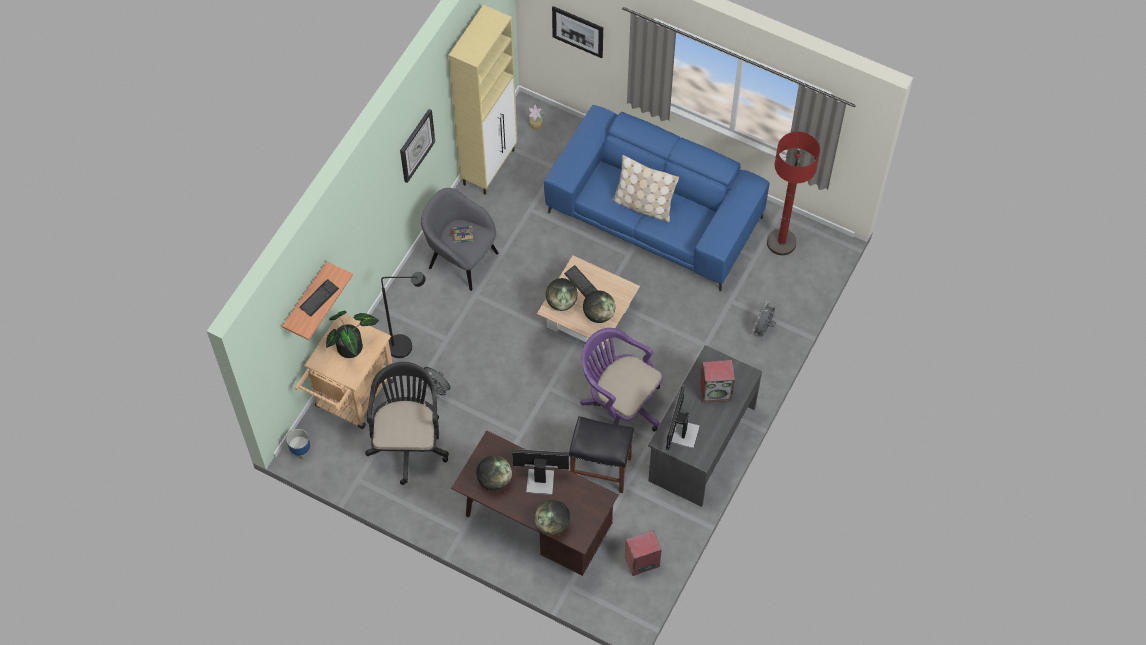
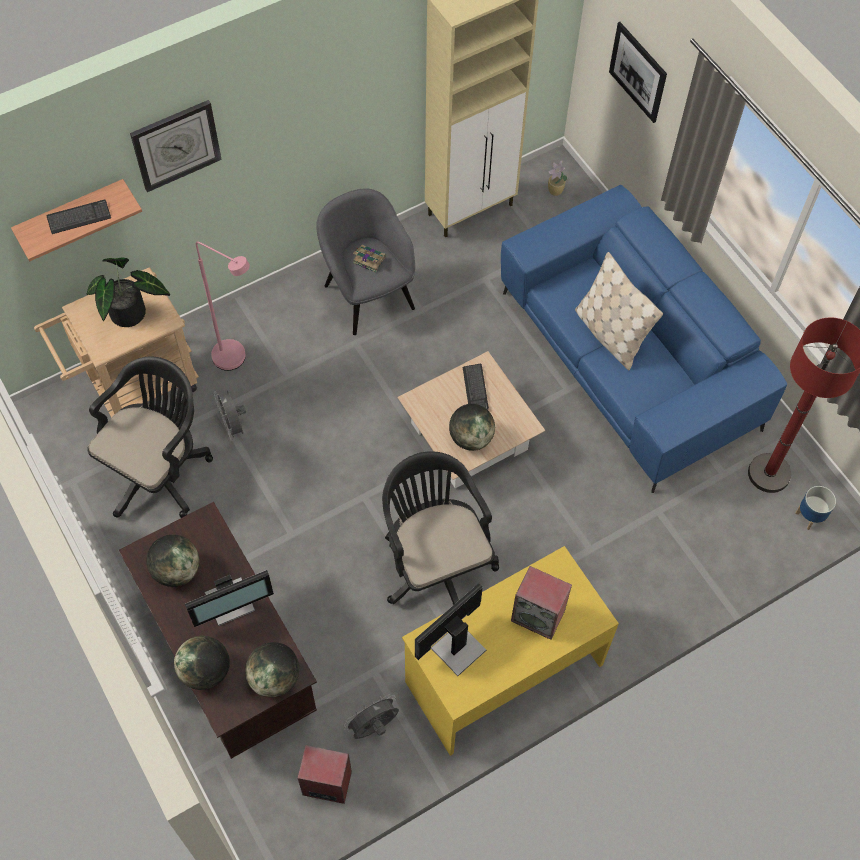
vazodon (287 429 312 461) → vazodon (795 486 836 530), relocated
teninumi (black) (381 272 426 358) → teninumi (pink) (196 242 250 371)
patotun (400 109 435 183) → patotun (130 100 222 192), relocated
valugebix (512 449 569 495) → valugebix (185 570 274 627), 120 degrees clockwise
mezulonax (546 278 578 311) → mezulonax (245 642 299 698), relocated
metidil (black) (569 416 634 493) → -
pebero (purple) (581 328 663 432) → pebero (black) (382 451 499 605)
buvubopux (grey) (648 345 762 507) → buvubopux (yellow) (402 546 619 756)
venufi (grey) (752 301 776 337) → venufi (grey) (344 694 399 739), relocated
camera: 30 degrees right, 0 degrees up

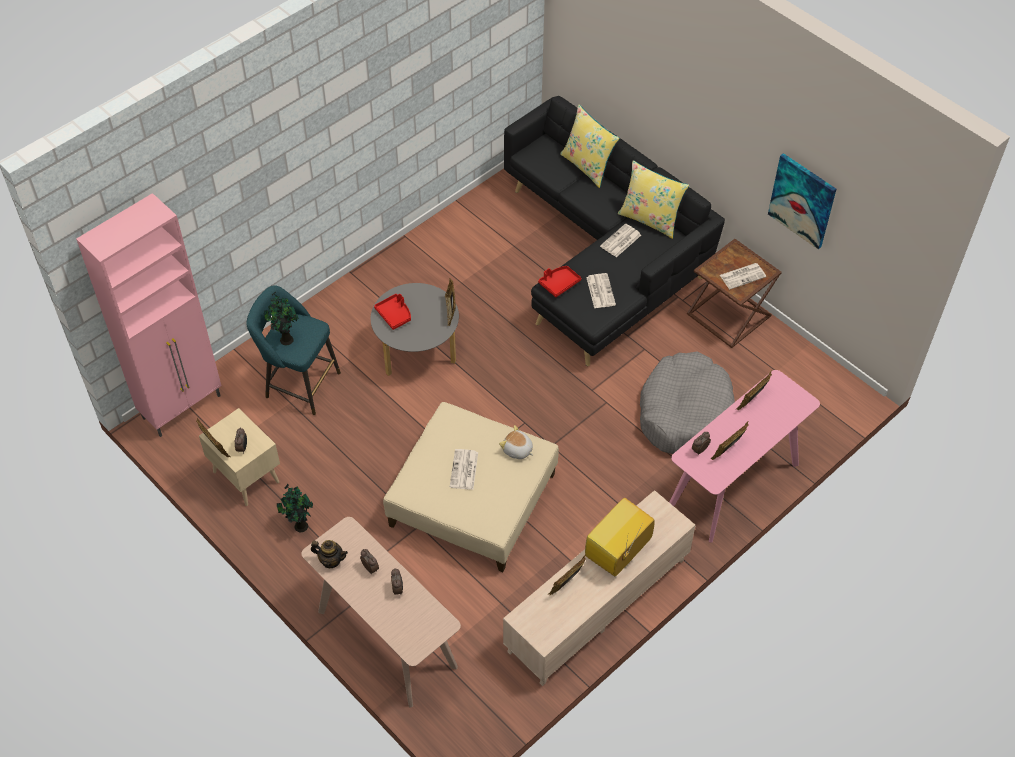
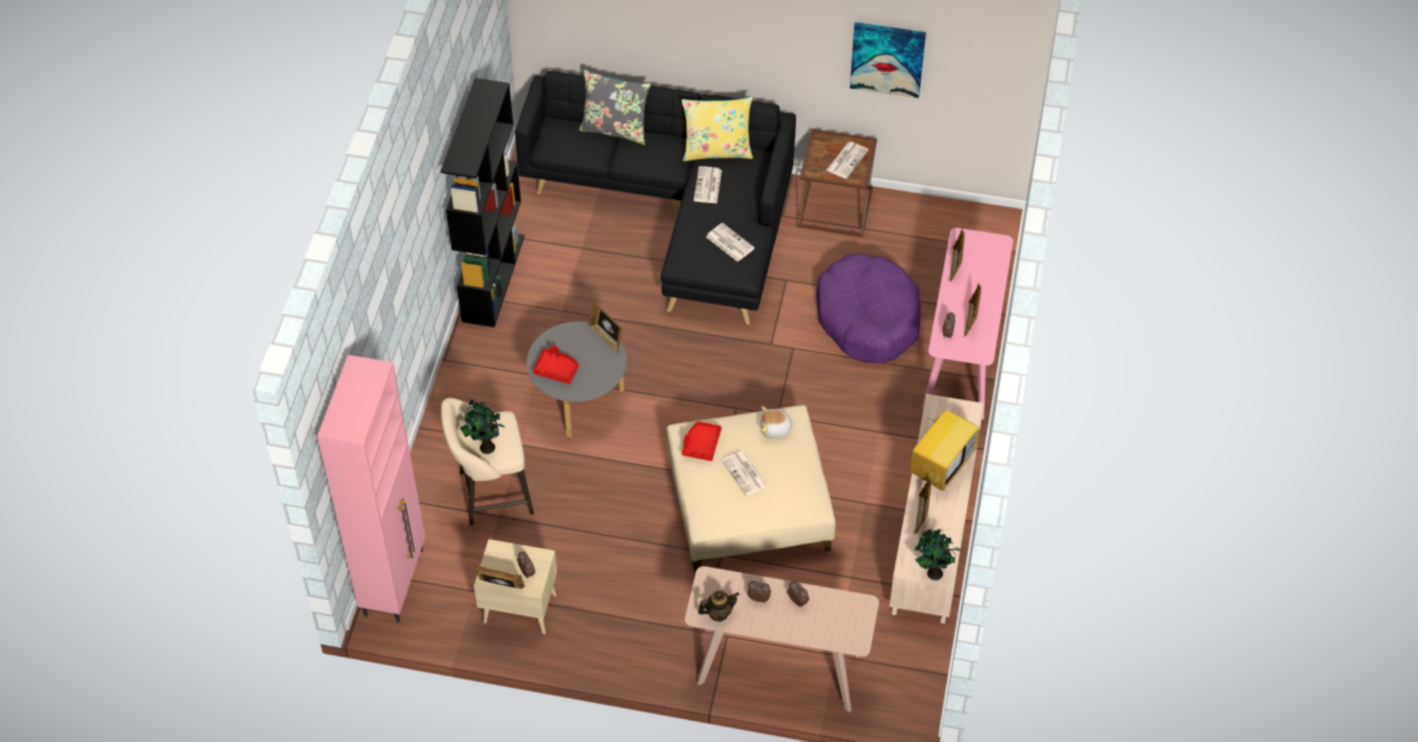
metidil (turquoise) (246 285 341 415) → metidil (beige) (441 398 534 526)
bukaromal (276 484 313 532) → bukaromal (915 529 962 580), relocated
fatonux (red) (538 266 581 297) → fatonux (red) (682 421 722 461), relocated
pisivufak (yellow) (560 104 620 188) → pisivufak (grey) (579 69 651 145)
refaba (585 498 655 577) → refaba (910 392 979 491), 150 degrees counterclockwise
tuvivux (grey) (640 351 735 454) → tuvivux (purple) (816 254 921 363)
- → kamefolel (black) (441 78 525 327)
camera: 35 degrees left, 0 degrees up

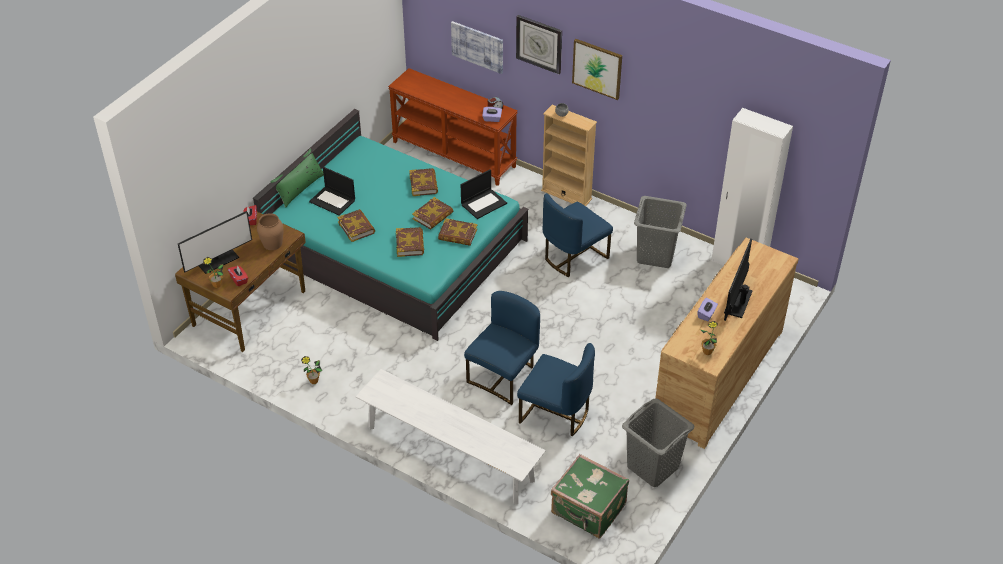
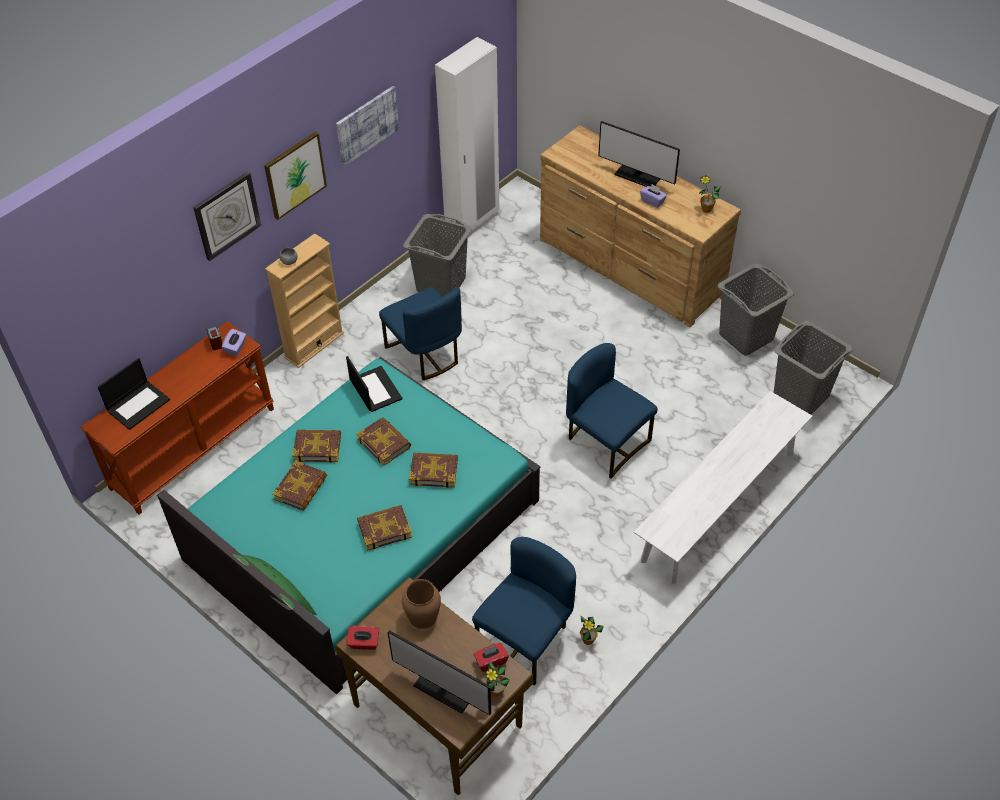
valugebix (178 211 252 274) → valugebix (388 630 491 715), 150 degrees clockwise
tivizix (309 167 355 216) → tivizix (98 358 170 430), relocated
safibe (438 218 477 246) → safibe (273 461 327 511), relocated
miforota (451 21 503 74) → miforota (336 86 399 167), relocated
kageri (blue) (517 343 595 436) → kageri (blue) (472 537 576 686), relocated
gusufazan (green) (551 454 629 539) → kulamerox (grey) (774 321 853 415)
camera: 80 degrees left, 5 degrees up

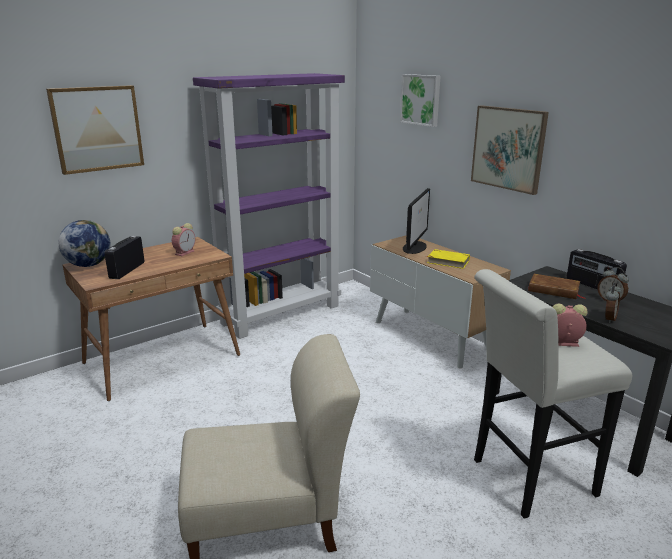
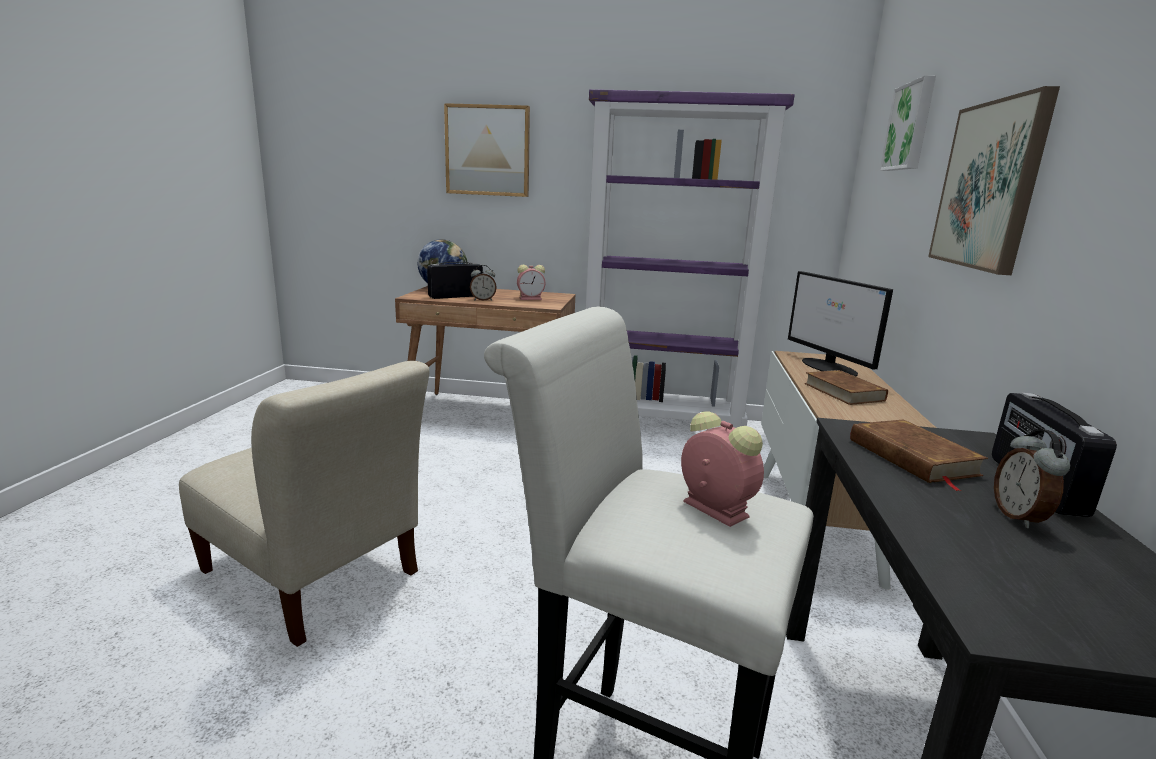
valugebix (403 188 430 254) → valugebix (788 271 893 376), 90 degrees clockwise
safibe (yellow) (426 249 470 269) → safibe (brown) (804 370 888 405)
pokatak (605 283 622 323) → pokatak (470 265 497 301), relocated
camera: 45 degrees right, 5 degrees down

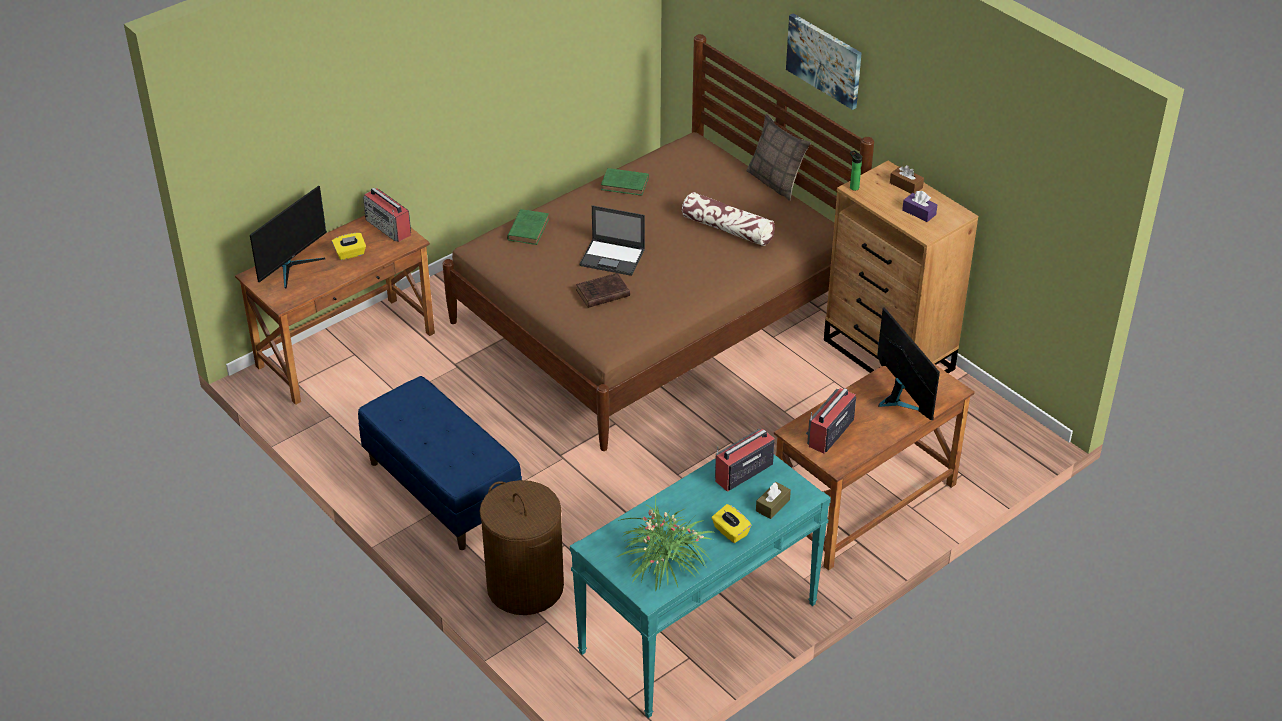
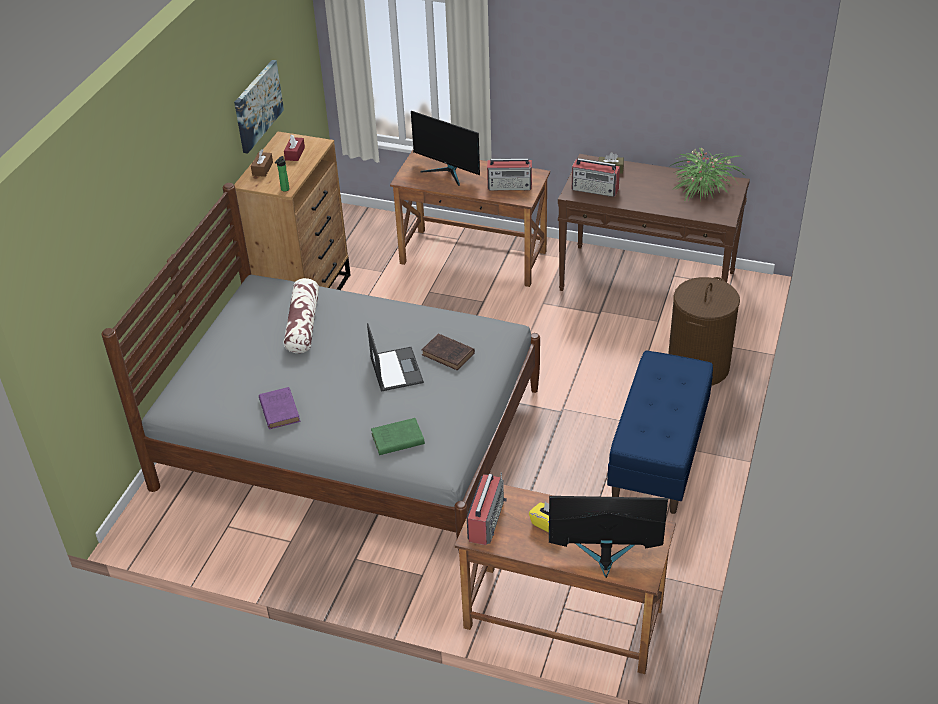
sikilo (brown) (443 34 874 451) → sikilo (grey) (101 183 540 550)
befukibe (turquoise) (570 455 831 718) → befukibe (brown) (558 154 750 291)
safibe (green) (601 168 649 196) → safibe (purple) (259 387 300 429)
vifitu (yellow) (712 504 751 543) → -
pisivufak (746 114 811 201) → -
miforota (786 13 862 110) → miforota (234 60 284 154), relocated
valugebix (877 307 940 420) → valugebix (411 111 480 186), 90 degrees counterclockwise
vifitu (purple) (902 191 937 222) → vifitu (red) (284 135 305 161)
camera: 120 degrees left, 0 degrees up

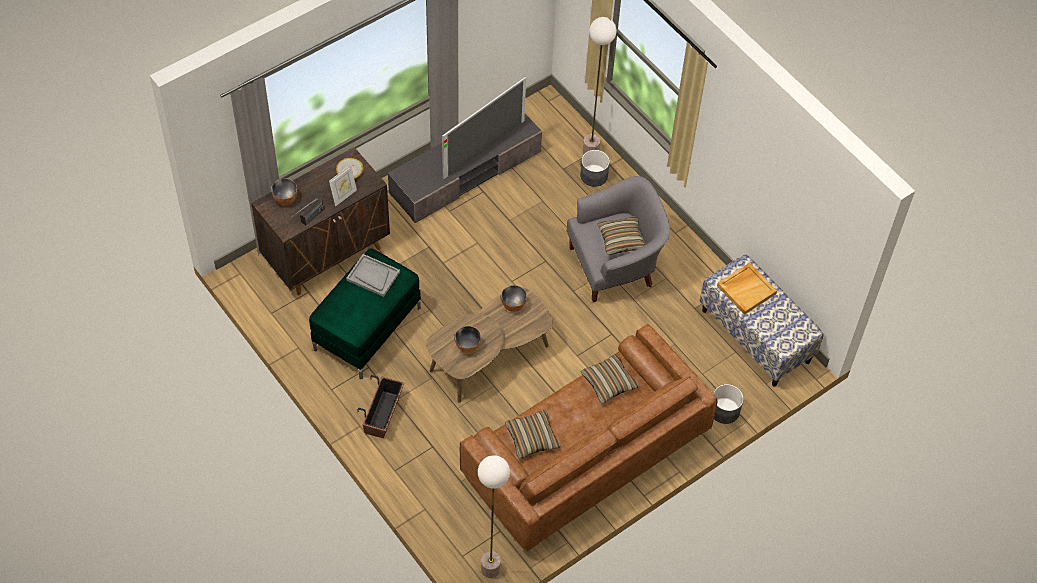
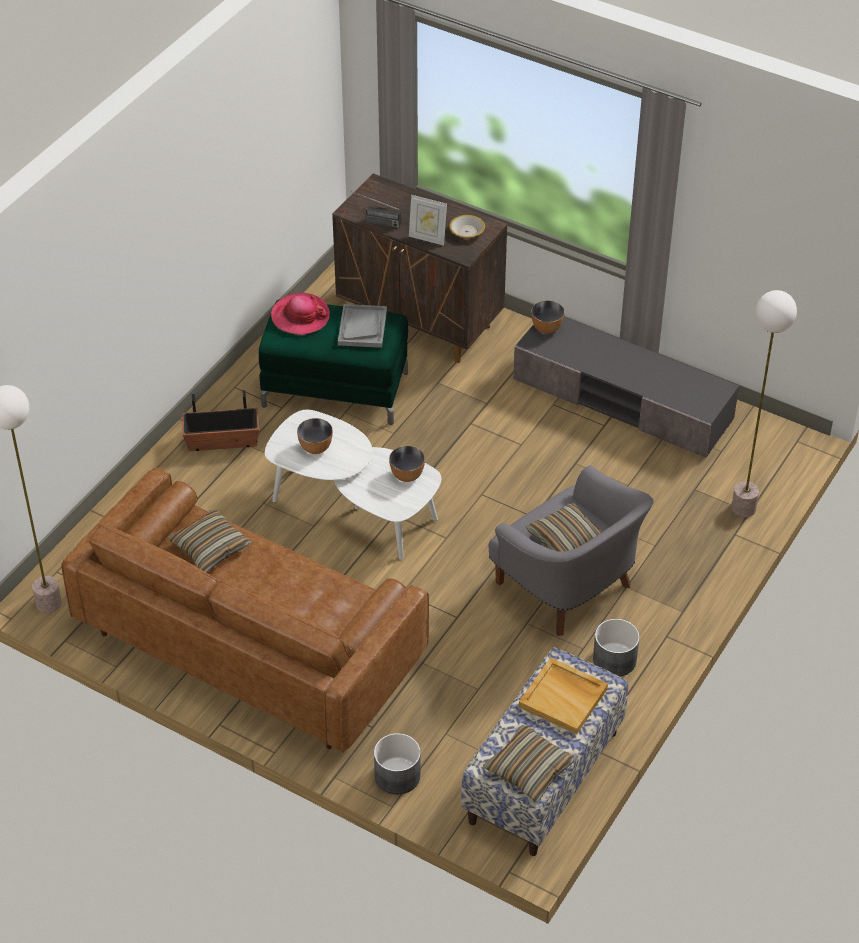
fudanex (271 179 297 205) → fudanex (531 300 564 334), relocated
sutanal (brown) (426 287 553 403) → sutanal (white) (265 410 441 559)
refaba (442 77 526 179) → -
vazodon (grey) (580 150 610 187) → vazodon (grey) (593 619 640 677), relocated
pisivufak (581 354 639 404) → pisivufak (483 725 576 802), relocated
- → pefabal (271 293 330 335)
camera: 70 degrees right, 10 degrees down

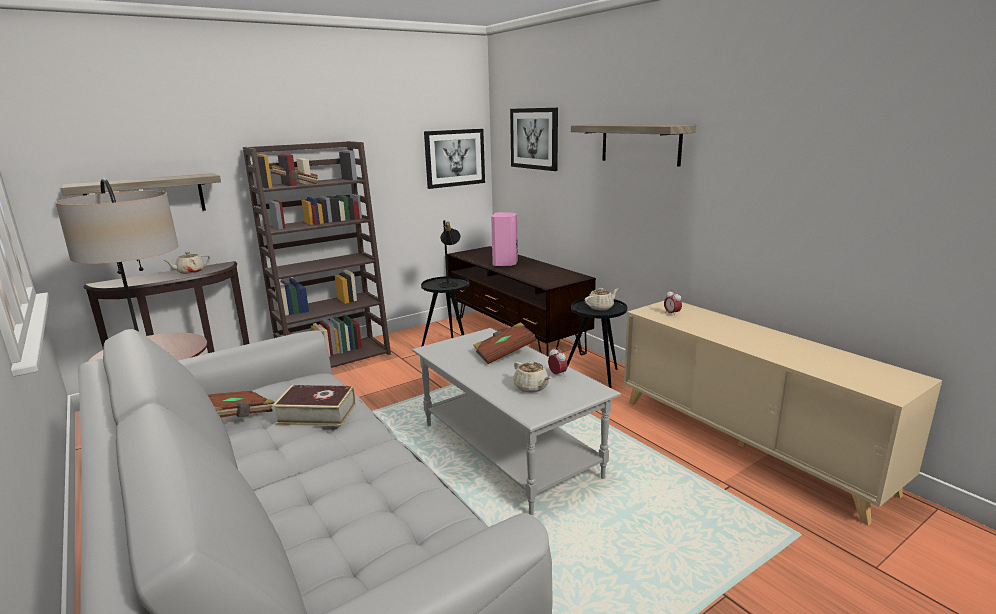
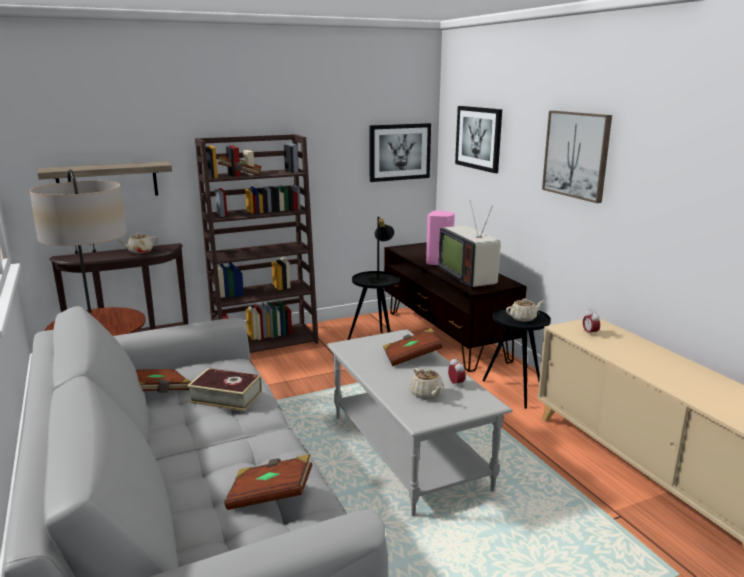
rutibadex (571 124 696 167) → miforota (542 111 612 203)
- → safibe (brown) (224 454 312 510)
- → refaba (439 202 501 290)
camera: 10 degrees right, 0 degrees up

